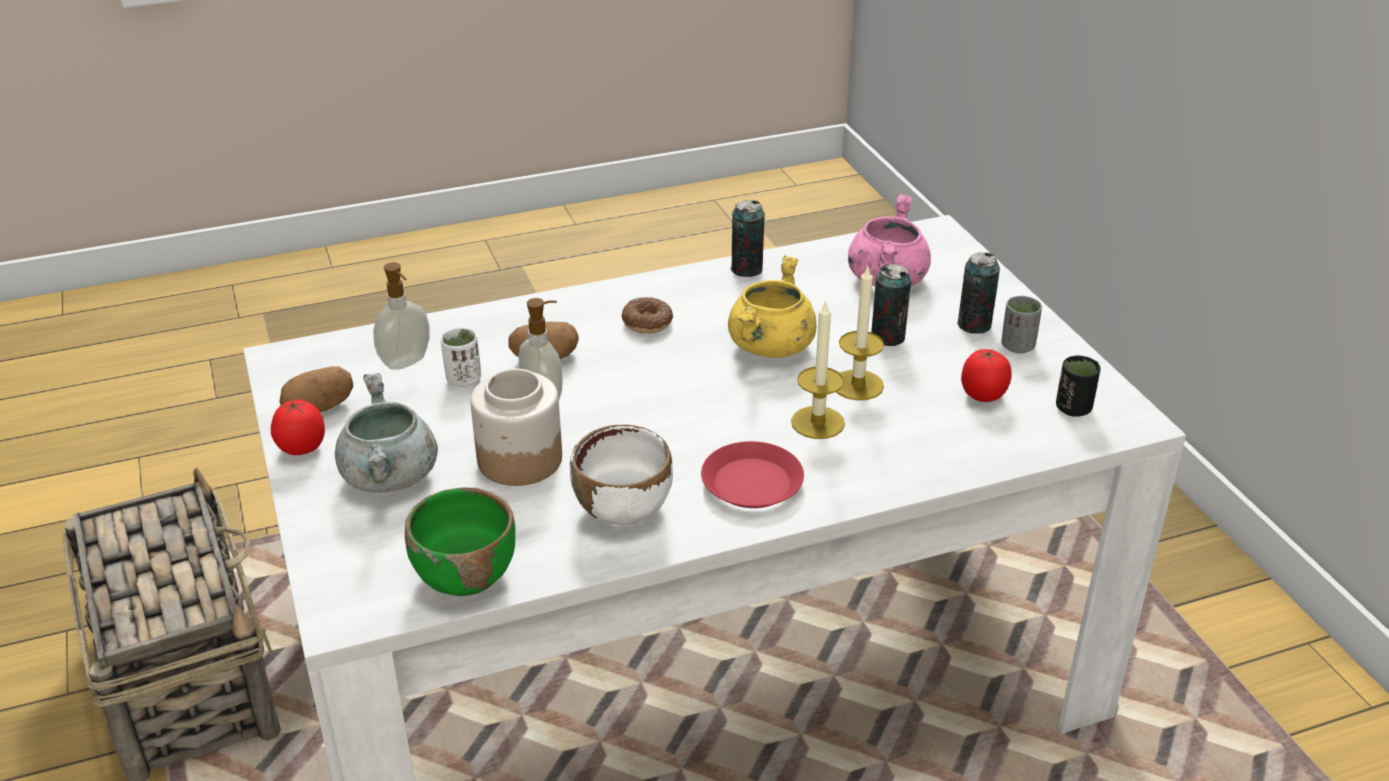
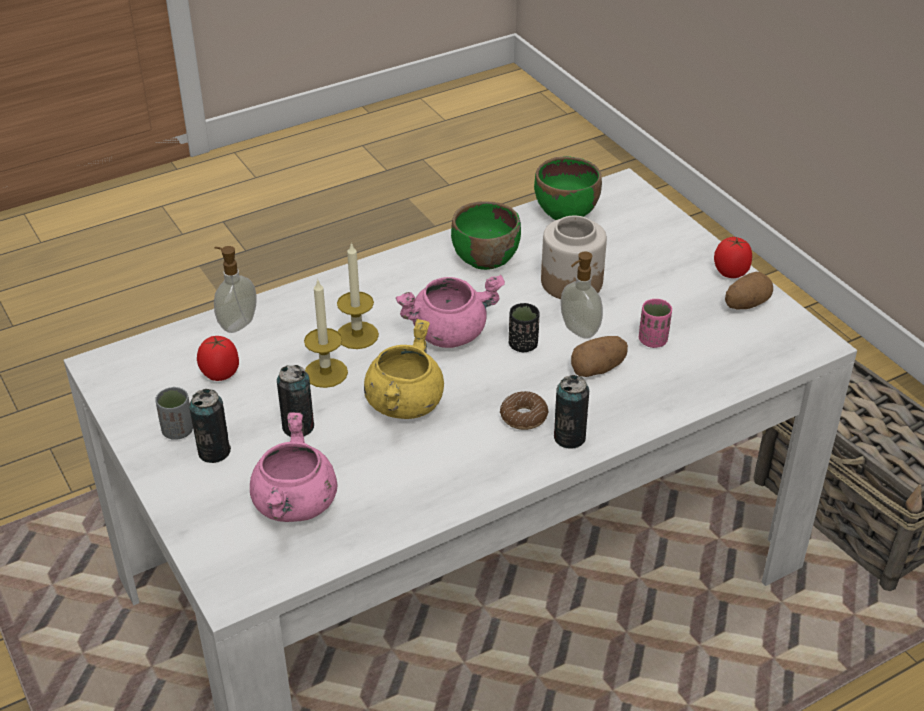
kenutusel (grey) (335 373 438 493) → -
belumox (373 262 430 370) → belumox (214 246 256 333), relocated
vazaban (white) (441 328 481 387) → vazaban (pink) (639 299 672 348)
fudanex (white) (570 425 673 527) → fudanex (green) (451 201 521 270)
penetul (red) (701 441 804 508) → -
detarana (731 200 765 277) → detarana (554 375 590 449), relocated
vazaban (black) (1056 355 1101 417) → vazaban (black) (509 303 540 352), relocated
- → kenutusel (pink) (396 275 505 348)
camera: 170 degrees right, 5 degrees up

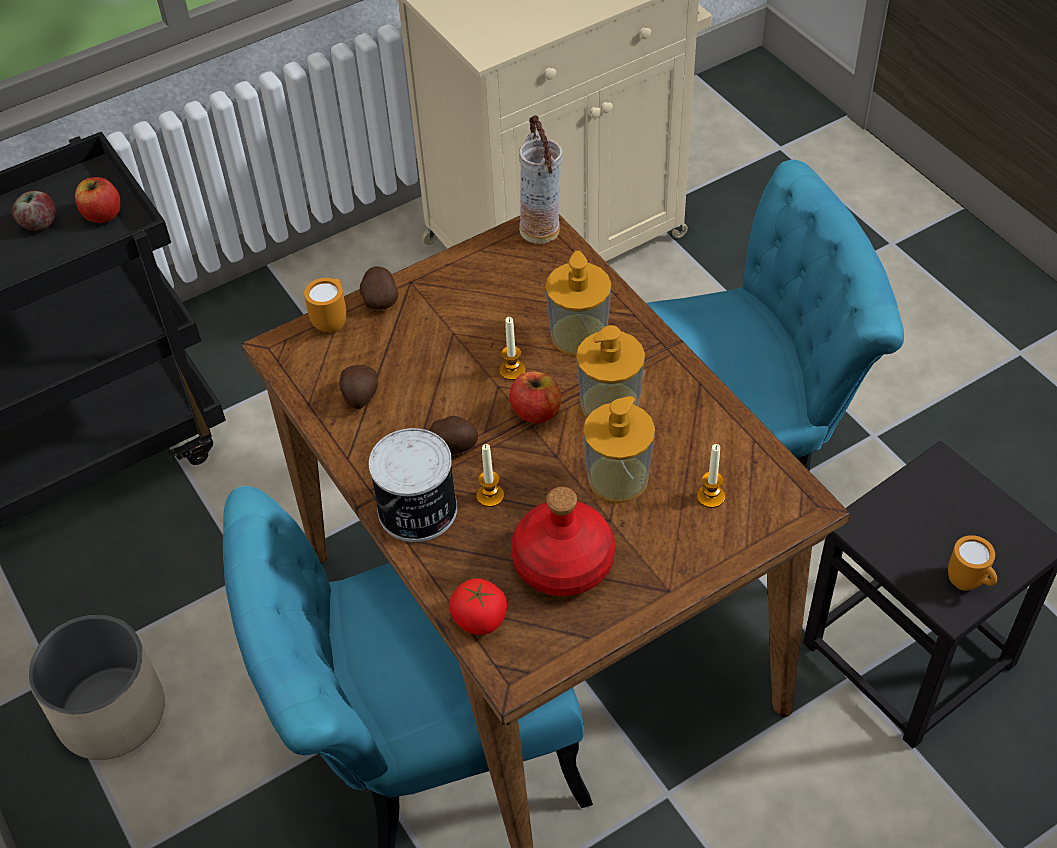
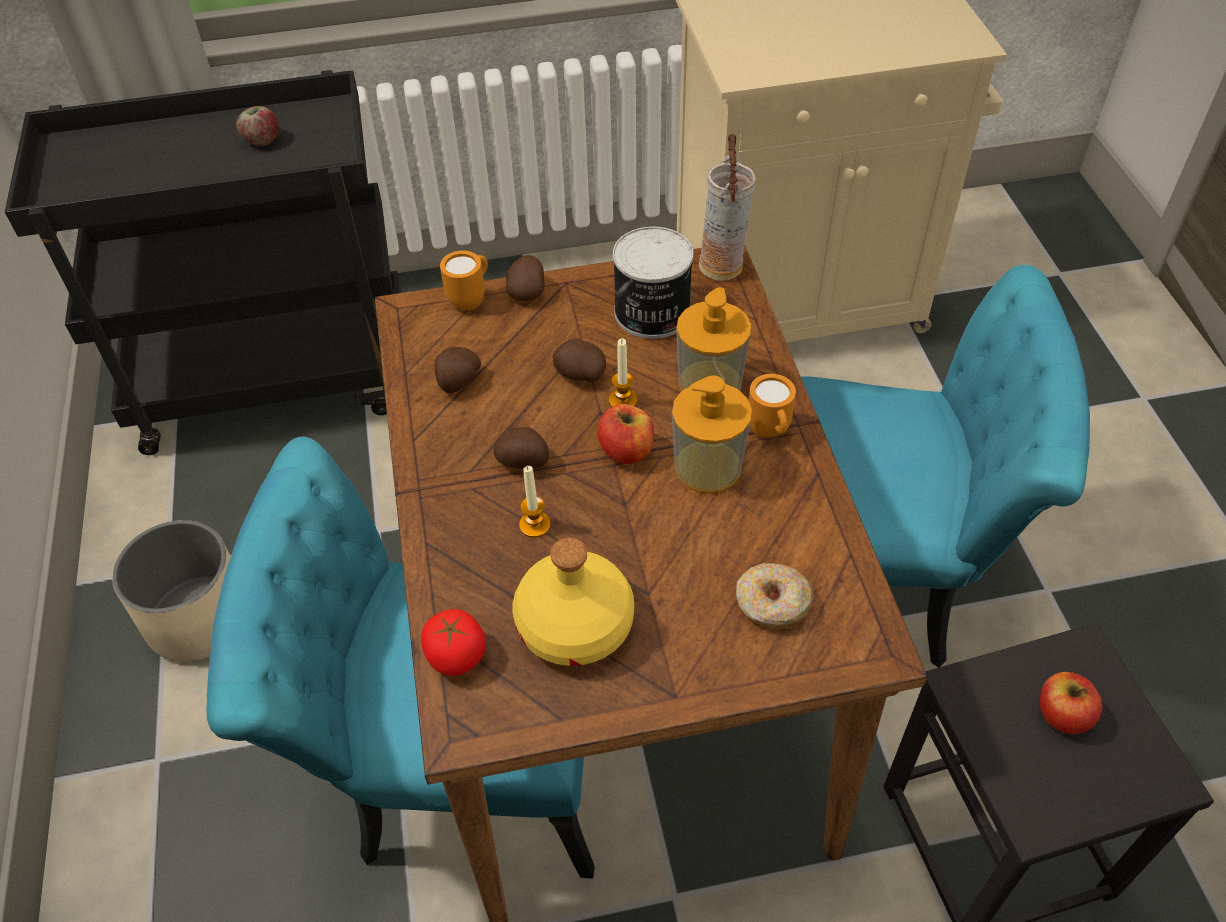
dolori (75 177 121 223) → dolori (1040 672 1102 734), relocated
detarana (369 428 457 542) → detarana (613 227 693 339), relocated
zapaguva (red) (511 487 615 596) → zapaguva (yellow) (513 537 634 666)
belumox (583 396 655 503) → -
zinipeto (697 444 725 508) → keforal (736 563 814 629)
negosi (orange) (948 535 997 591) → negosi (orange) (749 374 796 438), relocated
- → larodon (553 339 606 382)
camera: 20 degrees right, 0 degrees up

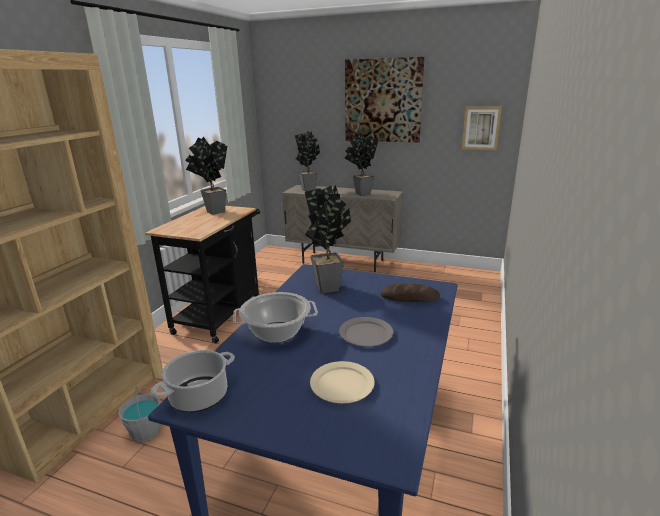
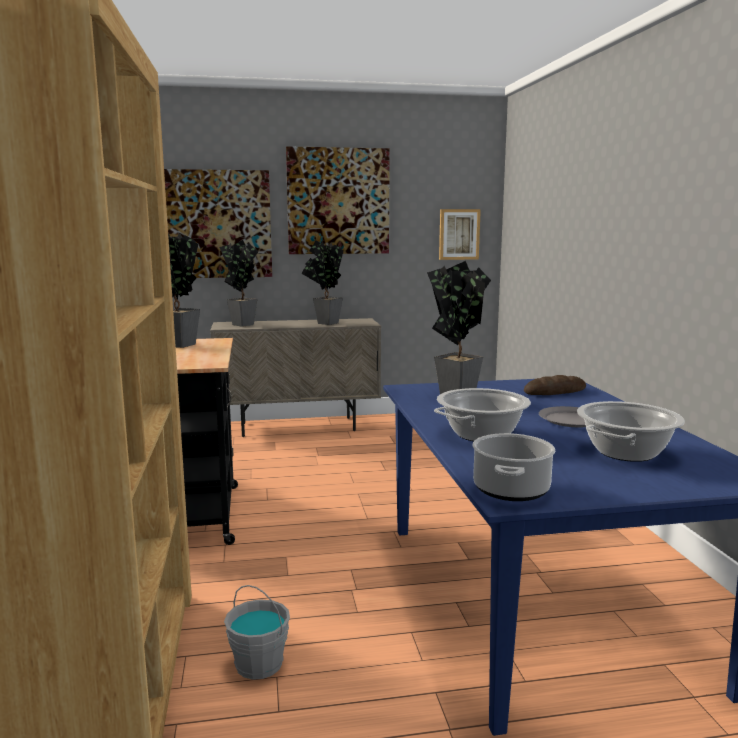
penetul (beige) (310 361 375 403) → kenutusel (577 401 685 462)
- → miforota (164 169 272 278)
camera: 30 degrees left, 10 degrees down

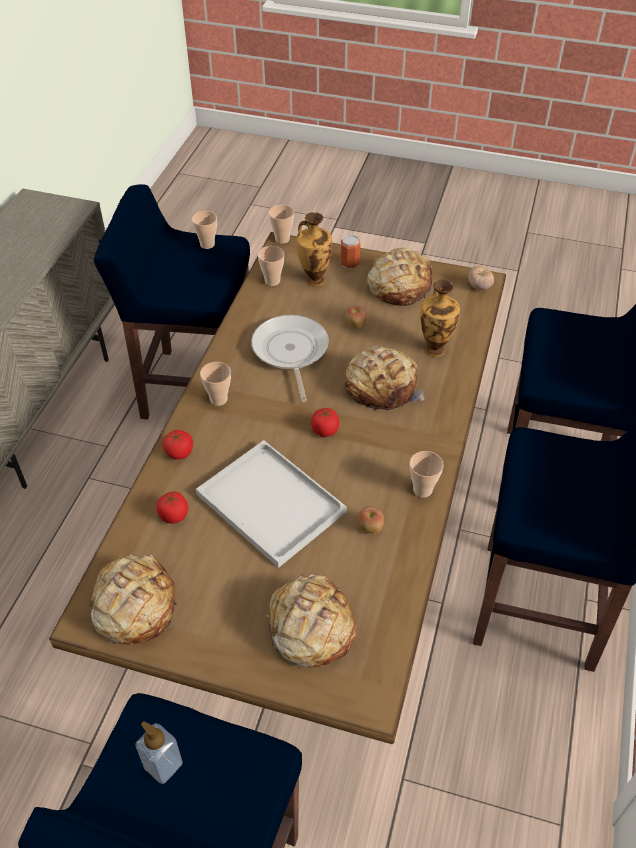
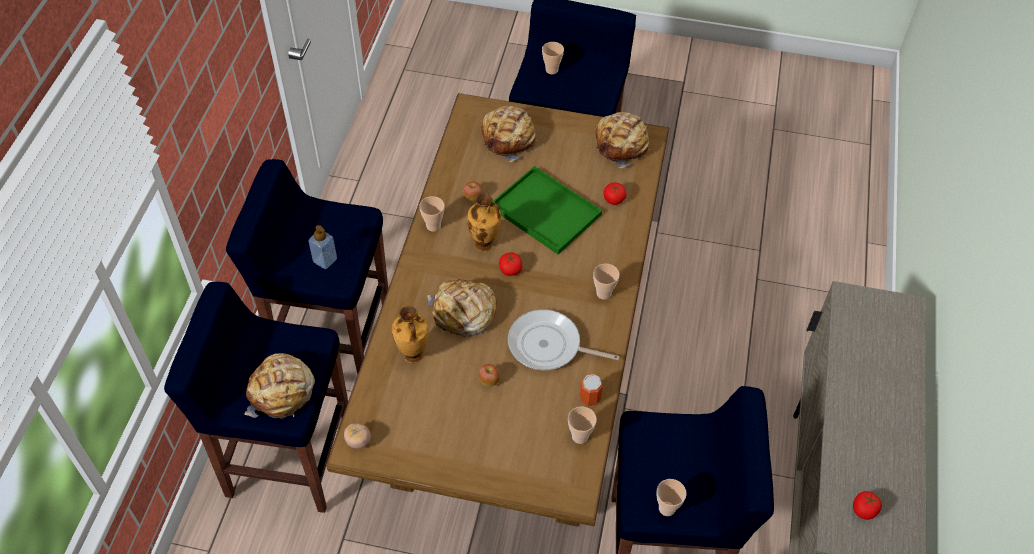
belumox (135 721 183 784) → belumox (308 225 337 269), relocated
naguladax (163 430 193 459) → naguladax (853 491 882 520), relocated
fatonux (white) (196 440 347 568) → fatonux (green) (492 166 602 255)
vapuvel (251 315 329 403) → vapuvel (508 309 619 370), 120 degrees clockwise
vazaban (269 205 294 244) → vazaban (542 42 564 74), relocated
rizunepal (296 212 332 287) → rizunepal (467 193 501 252), relocated
detarana (340 235 360 269) → detarana (580 374 603 406), relocated
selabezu (367 248 432 306) → selabezu (244 353 315 419), relocated
camera: 175 degrees right, 5 degrees up

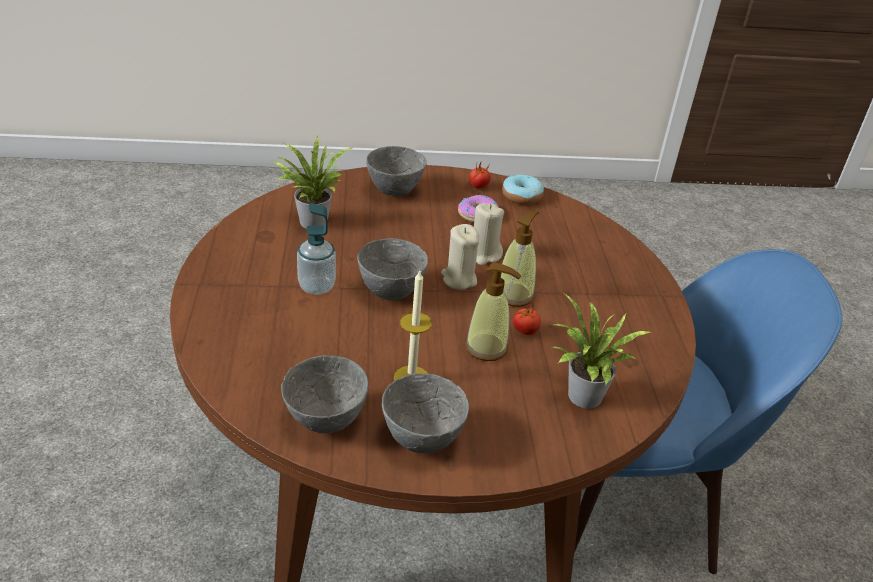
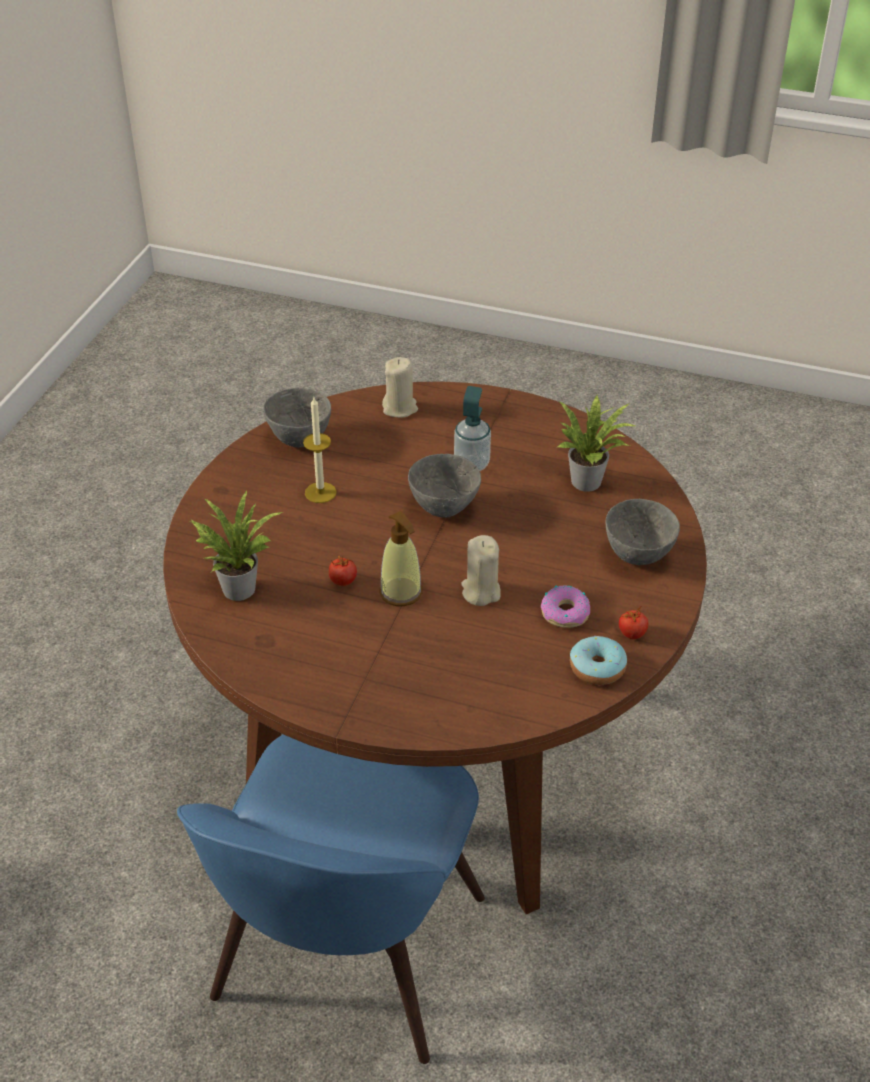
fudanex (grey) (382 373 469 454) → -
zinipeto (beige) (441 224 479 290) → zinipeto (beige) (382 357 418 418), relocated
belumox (465 263 521 361) → -
camera: 115 degrees right, 5 degrees up

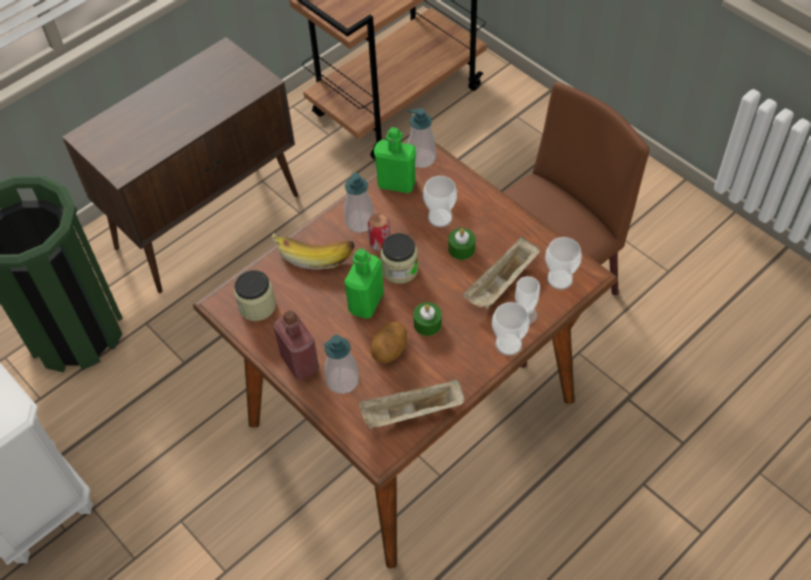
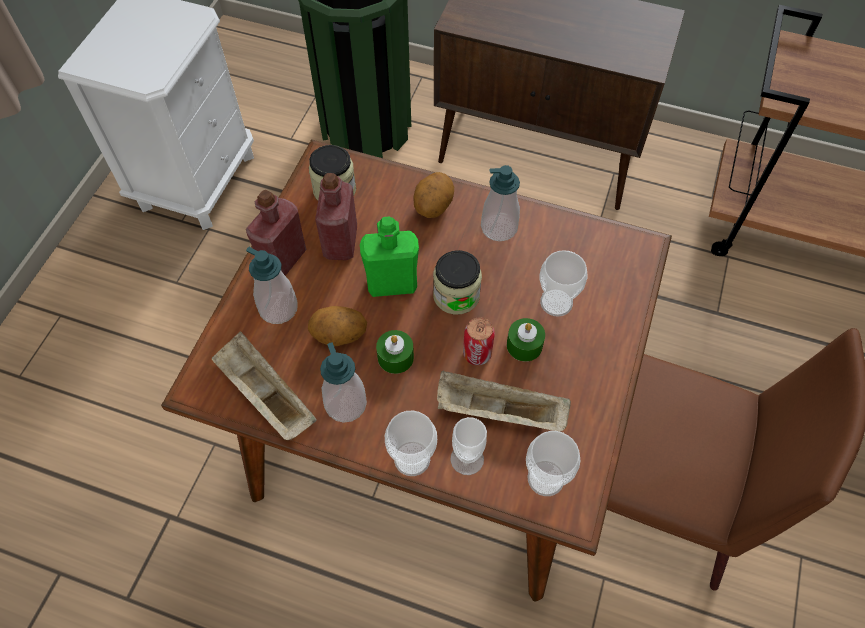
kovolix (272 233 354 269) → larodon (413 172 454 218)
detarana (368 213 390 251) → detarana (463 317 495 365), relocated
zapaguva (green) (374 127 416 193) → -
belumox (408 108 436 168) → belumox (320 342 367 423), relocated
- → zapaguva (red) (315 173 357 260)
camera: 60 degrees right, 5 degrees up

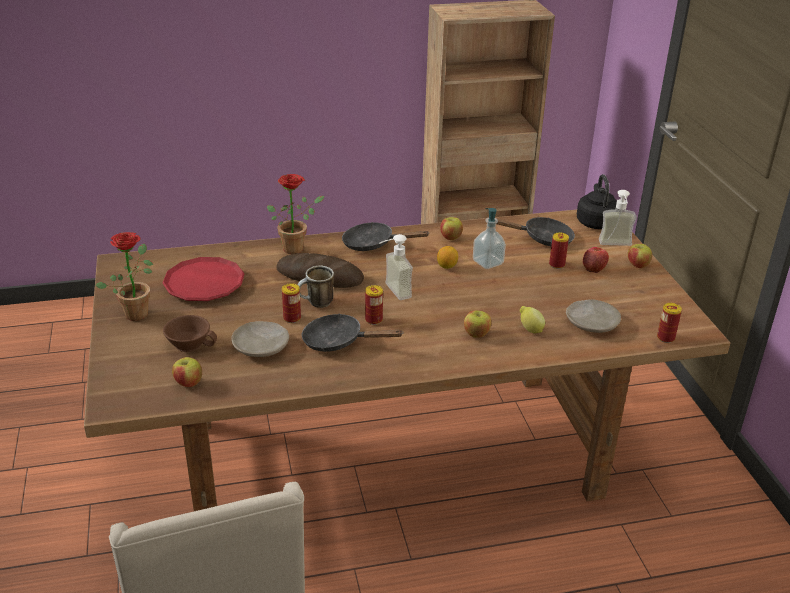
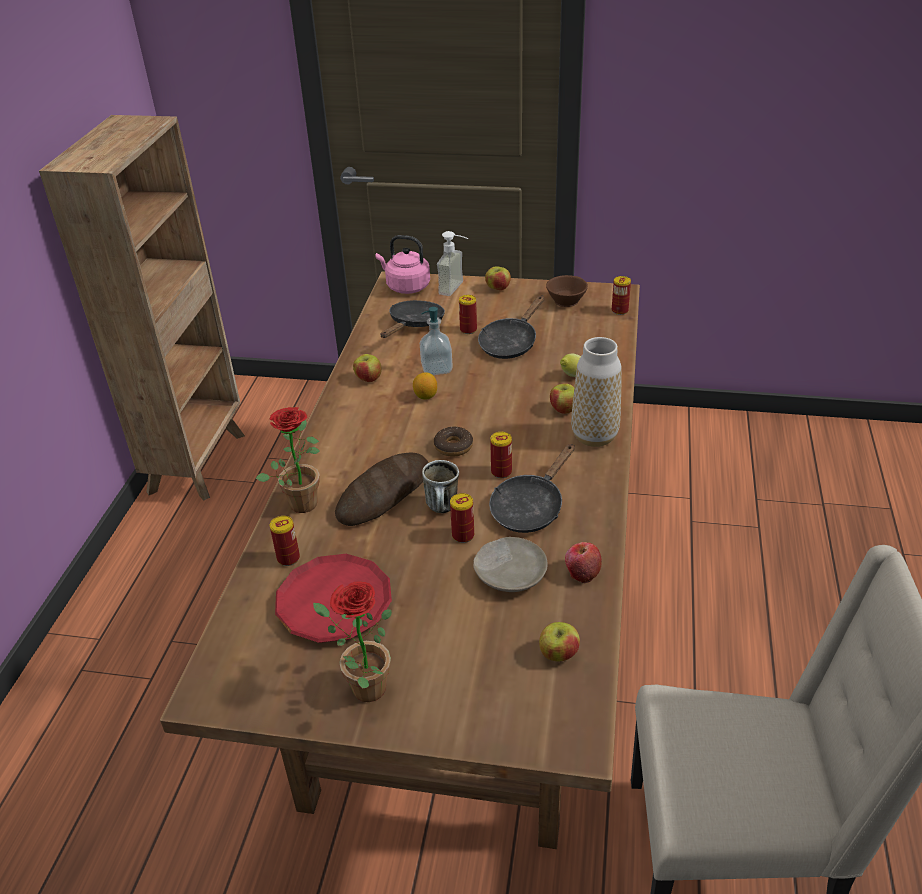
vazaban (brown) (163 315 217 352) → vazaban (brown) (546 275 588 307), relocated
vapuvel (black) (342 222 430 251) → vapuvel (black) (478 296 544 359), relocated
belumox (379 234 413 300) → keforal (434 427 473 457)
penetul (beige) (566 299 621 333) → -
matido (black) (577 174 617 229) → matido (pink) (376 235 430 294)
dolori (583 247 609 273) → dolori (565 542 602 583), relocated
- → detarana (270 516 300 566)
- → rizunepal (571 337 622 447)
camera: 65 degrees left, 5 degrees up

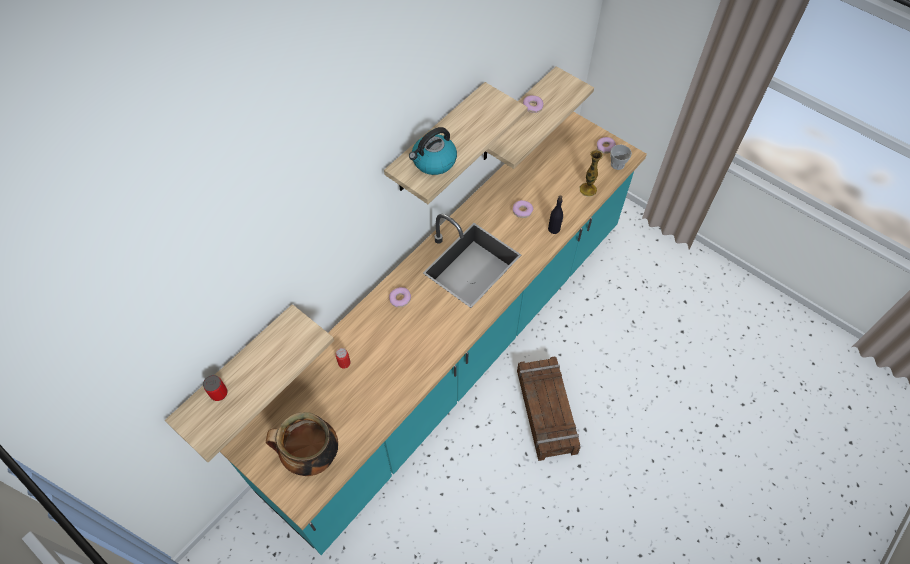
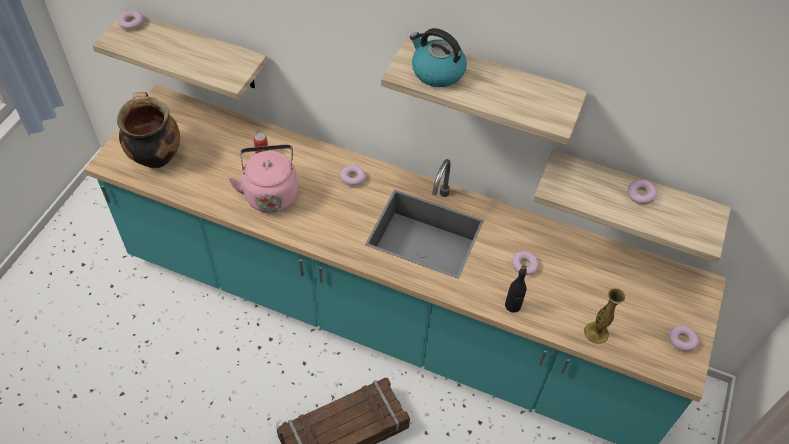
detarana (203 375 228 401) → -
vazaban (610 145 632 170) → -
- → keforal (118 11 144 31)
- → matido (pink) (229 144 298 213)
camera: 70 degrees right, 5 degrees down

